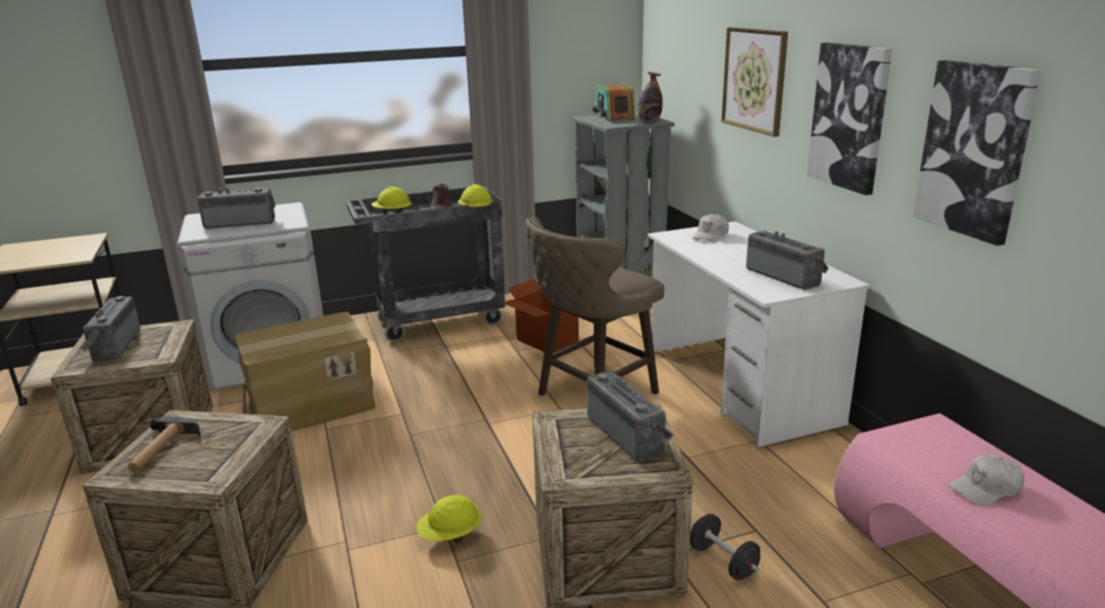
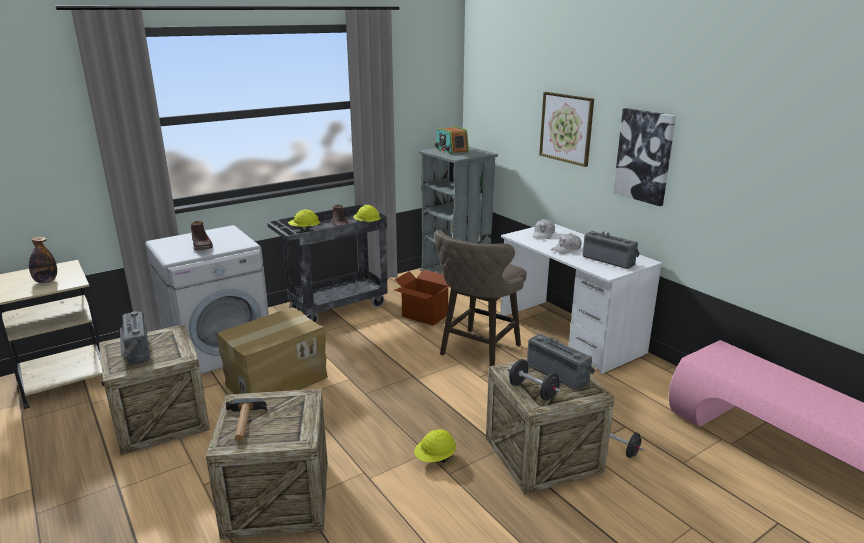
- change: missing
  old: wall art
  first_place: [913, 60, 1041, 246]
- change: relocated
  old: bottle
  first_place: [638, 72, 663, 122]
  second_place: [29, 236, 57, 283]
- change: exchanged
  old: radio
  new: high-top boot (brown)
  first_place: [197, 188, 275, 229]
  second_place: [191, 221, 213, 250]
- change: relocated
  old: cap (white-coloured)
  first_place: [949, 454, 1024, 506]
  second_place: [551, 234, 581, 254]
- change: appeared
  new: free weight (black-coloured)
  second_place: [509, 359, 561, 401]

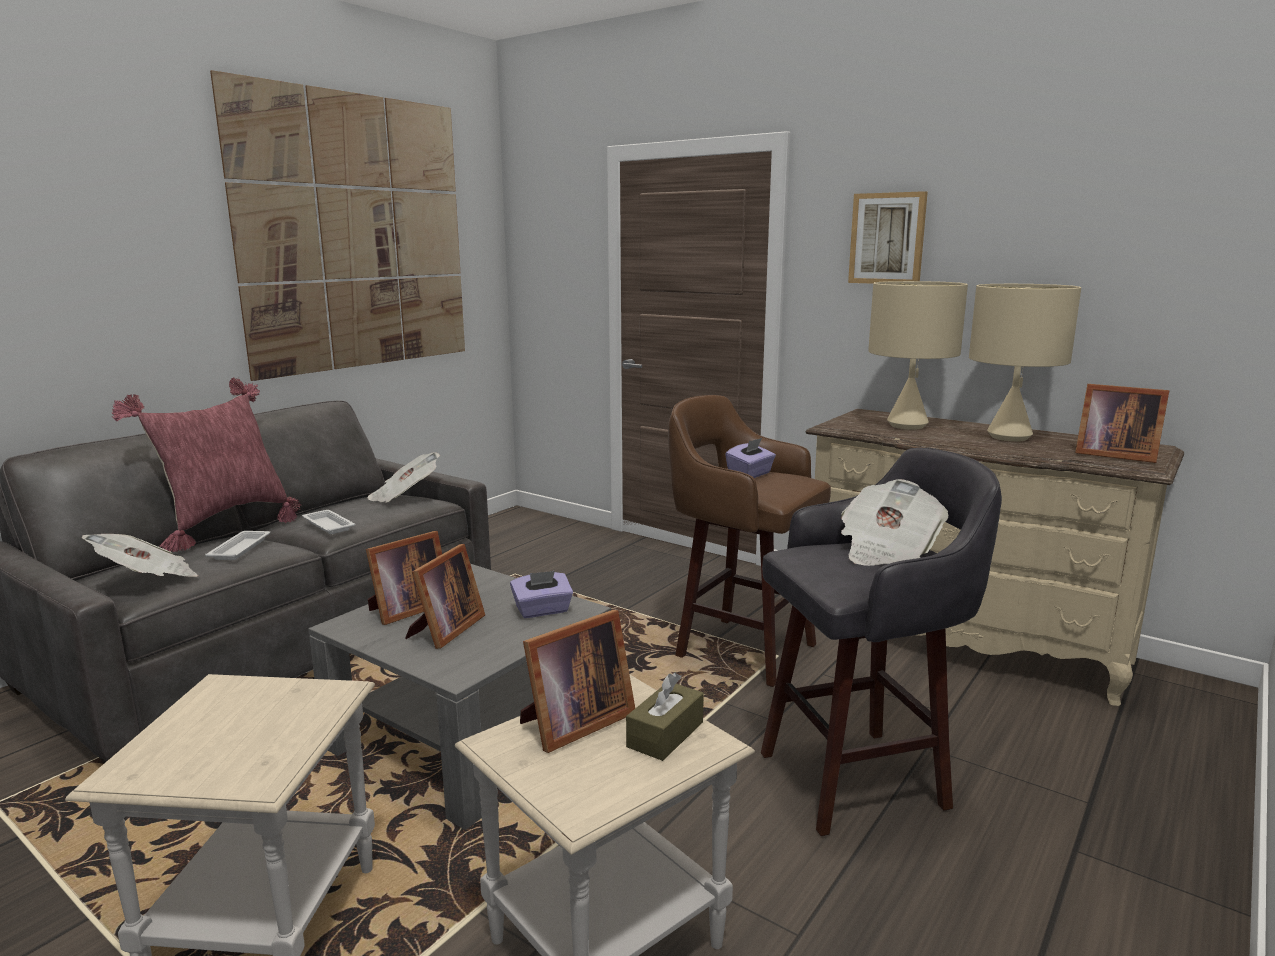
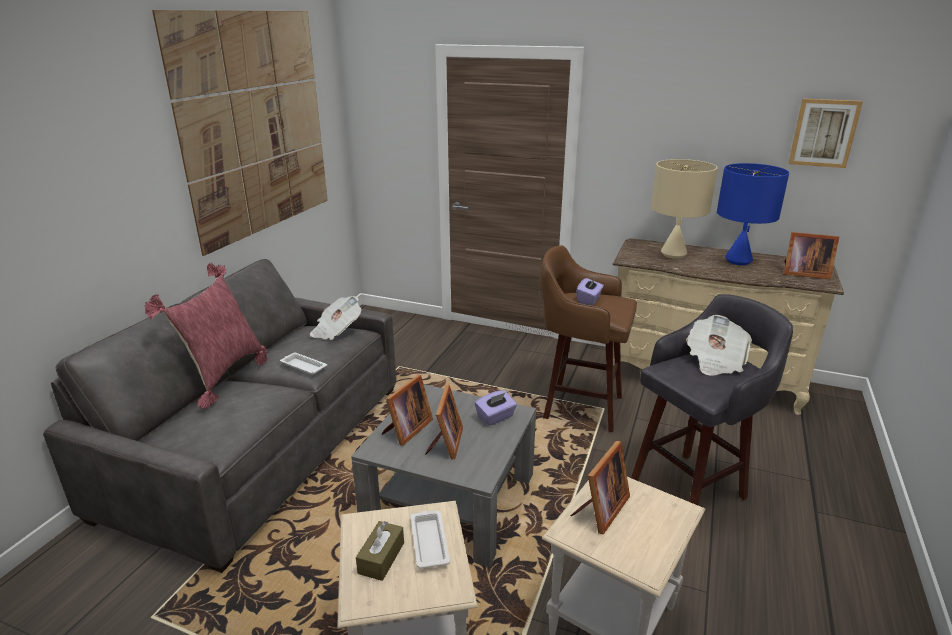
- change: relocated
  old: wall art
  first_place: [848, 191, 928, 284]
  second_place: [789, 99, 863, 168]
- change: colour
  old: tabletop lamp (beige)
  new: tabletop lamp (blue-coloured)
  first_place: [969, 284, 1081, 442]
  second_place: [717, 163, 789, 265]
- change: relocated
  old: carrying tray (white-coloured)
  first_place: [205, 531, 270, 560]
  second_place: [411, 510, 450, 569]
- change: missing
  old: newspaper
  first_place: [82, 534, 198, 577]
- change: relocated
  old: tissue box (brown)
  first_place: [626, 672, 704, 761]
  second_place: [356, 521, 404, 581]

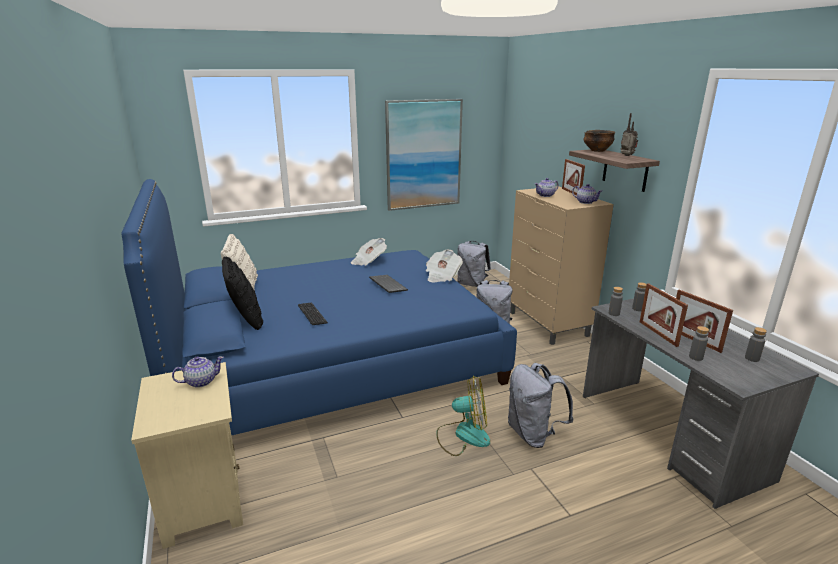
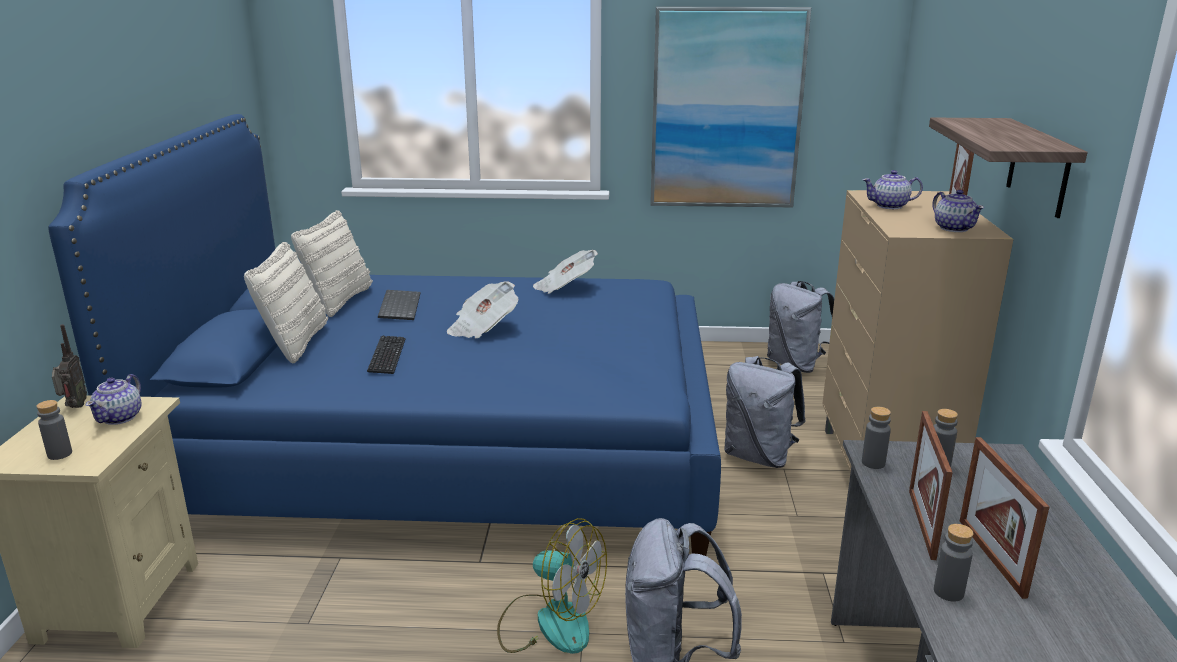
- change: relocated
  old: radio
  first_place: [621, 113, 638, 156]
  second_place: [52, 324, 87, 408]
- change: missing
  old: serving bowl
  first_place: [583, 130, 616, 152]
- change: relocated
  old: newspaper
  first_place: [426, 249, 463, 282]
  second_place: [447, 281, 518, 338]
- change: colour
  old: pillow (black-coloured)
  new: pillow (beige)
  first_place: [222, 257, 263, 330]
  second_place: [244, 242, 328, 363]
- change: relocated
  old: computer keyboard
  first_place: [369, 275, 408, 293]
  second_place: [378, 290, 420, 320]
- change: relocated
  old: bottle (gray)
  first_place: [745, 327, 767, 362]
  second_place: [36, 400, 72, 460]
- change: spun
  old: tea pot
  first_place: [172, 356, 224, 388]
  second_place: [86, 374, 142, 425]
  degrees: 105

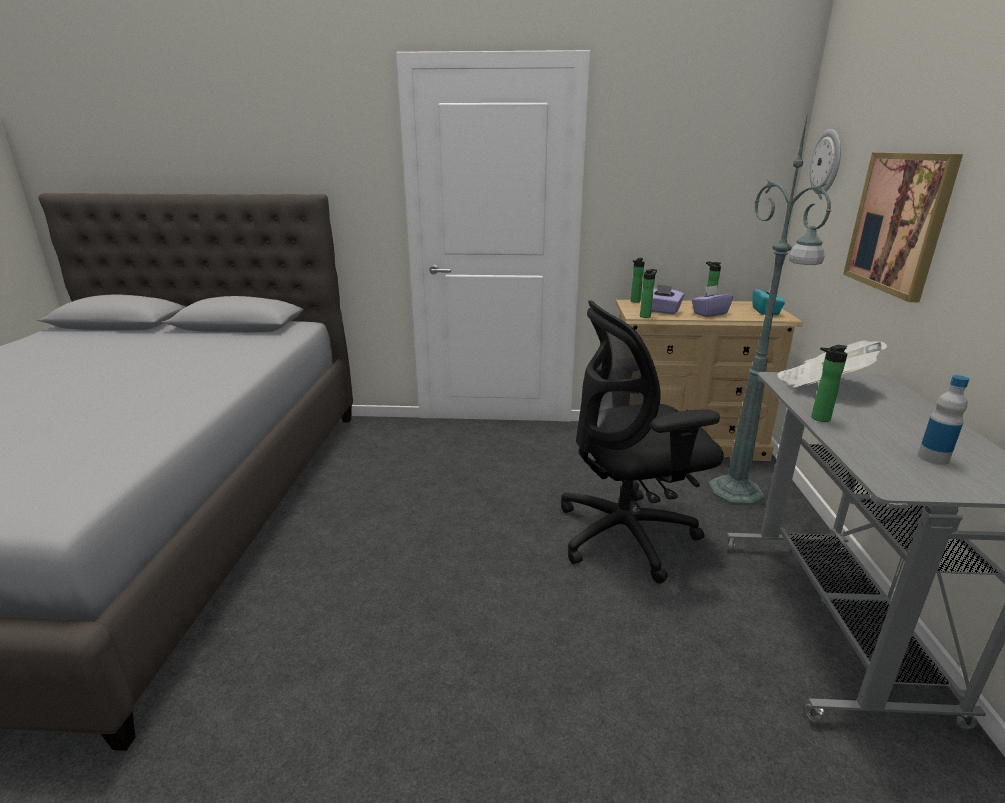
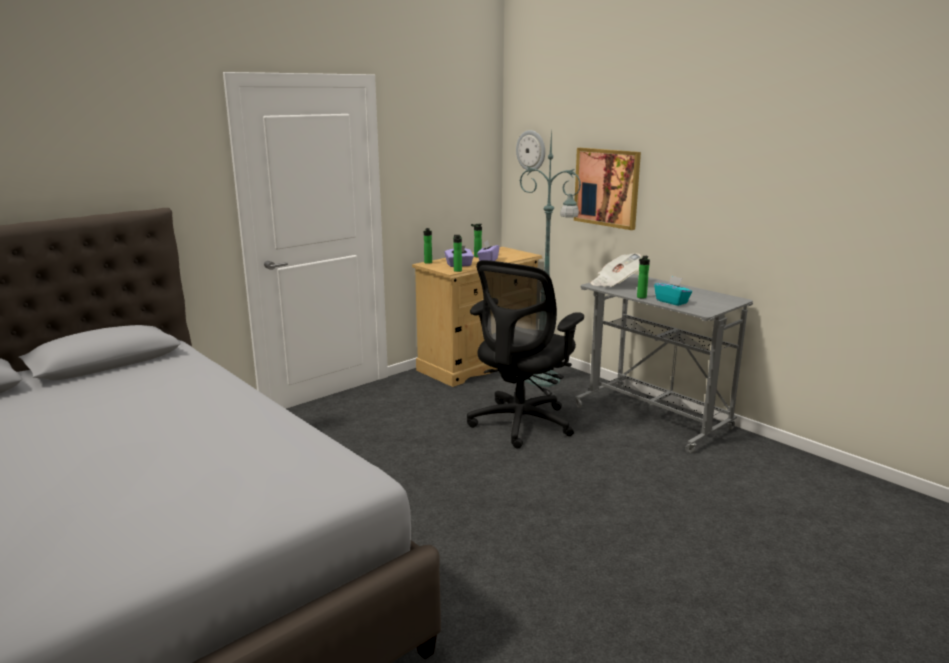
- change: relocated
  old: tissue box (turquoise-coloured)
  first_place: [752, 287, 785, 315]
  second_place: [654, 276, 692, 306]
- change: missing
  old: bottle
  first_place: [918, 375, 969, 465]

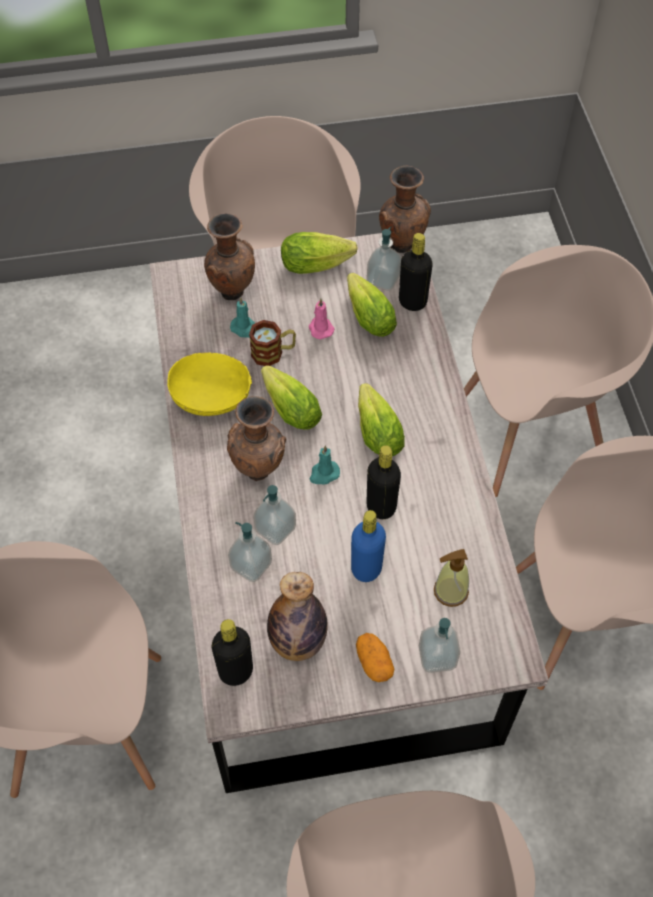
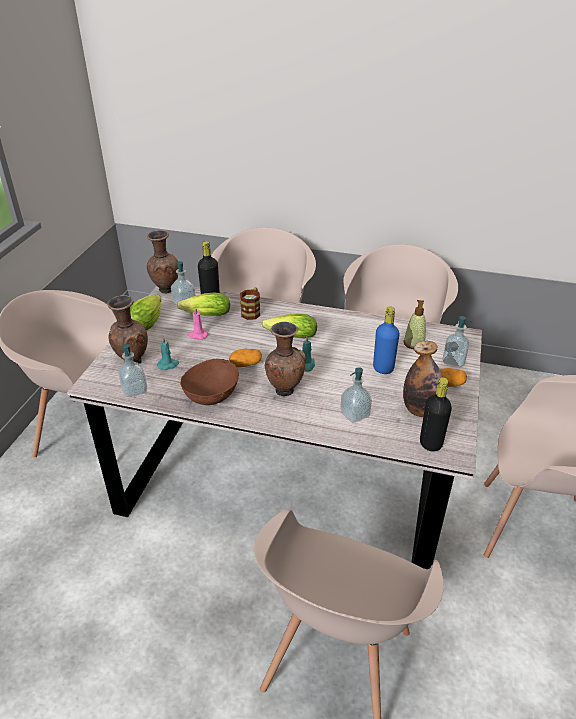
- change: relocated
  old: mug
  first_place: [249, 320, 296, 366]
  second_place: [240, 288, 260, 320]
- change: colour
  old: serving bowl (yellow)
  new: serving bowl (brown)
  first_place: [167, 352, 252, 416]
  second_place: [180, 358, 239, 405]
- change: exchanged
  old: head of lettuce
  new: spud
  first_place: [261, 365, 322, 430]
  second_place: [229, 349, 262, 367]
- change: missing
  old: bottle (black-coloured)
  first_place: [366, 445, 401, 519]
- change: relocated
  old: liquid soap bottle
  first_place: [253, 485, 296, 545]
  second_place: [118, 344, 147, 397]

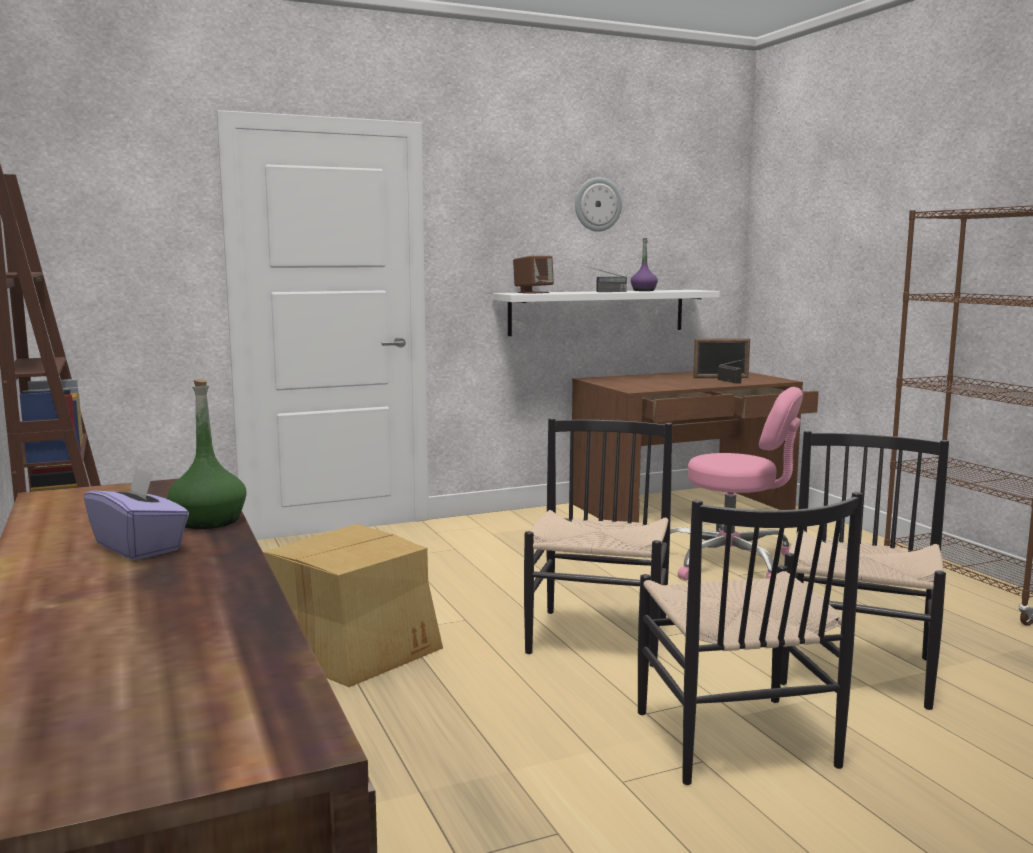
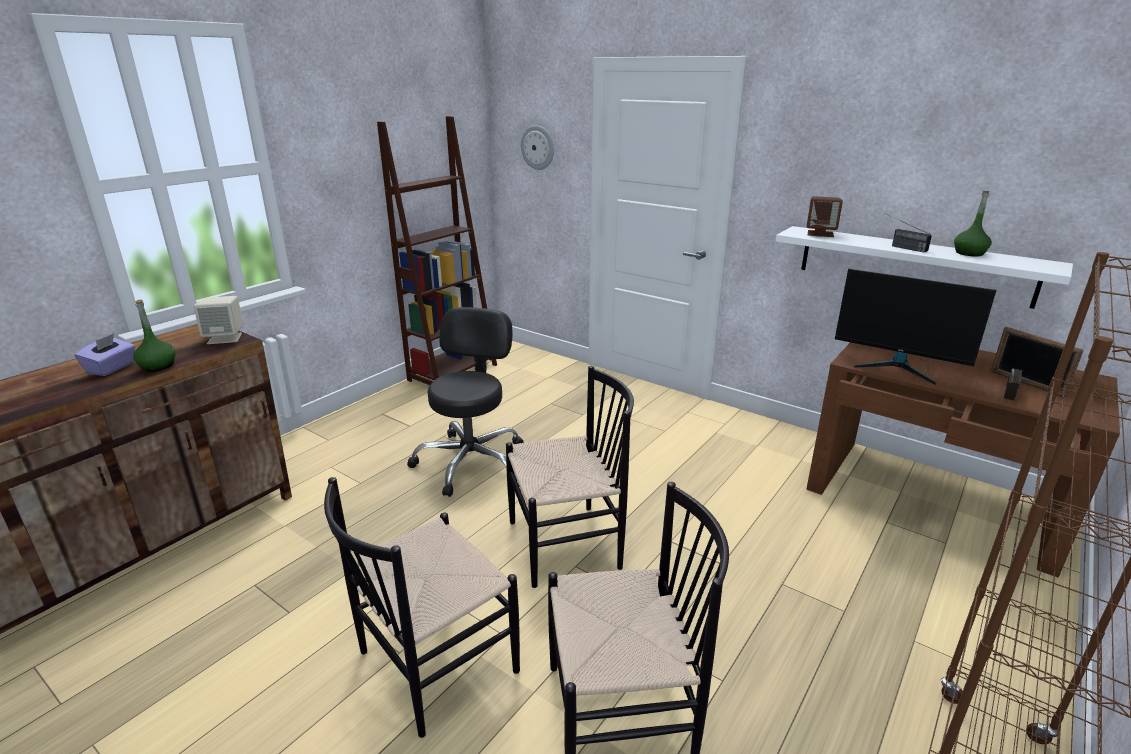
- change: relocated
  old: wall clock
  first_place: [575, 177, 622, 232]
  second_place: [521, 125, 554, 170]
- change: colour
  old: bottle (purplish)
  new: bottle (greenish)
  first_place: [631, 238, 658, 291]
  second_place: [954, 191, 992, 256]
- change: missing
  old: office chair (pink)
  first_place: [670, 387, 803, 581]
- change: exchanged
  old: cardboard box
  new: office chair (black-coloured)
  first_place: [263, 524, 443, 687]
  second_place: [407, 307, 524, 497]
- change: appeared
  new: computer display
  second_place: [835, 269, 996, 385]
- change: appeared
  new: loudspeaker (beige)
  second_place: [194, 296, 243, 344]

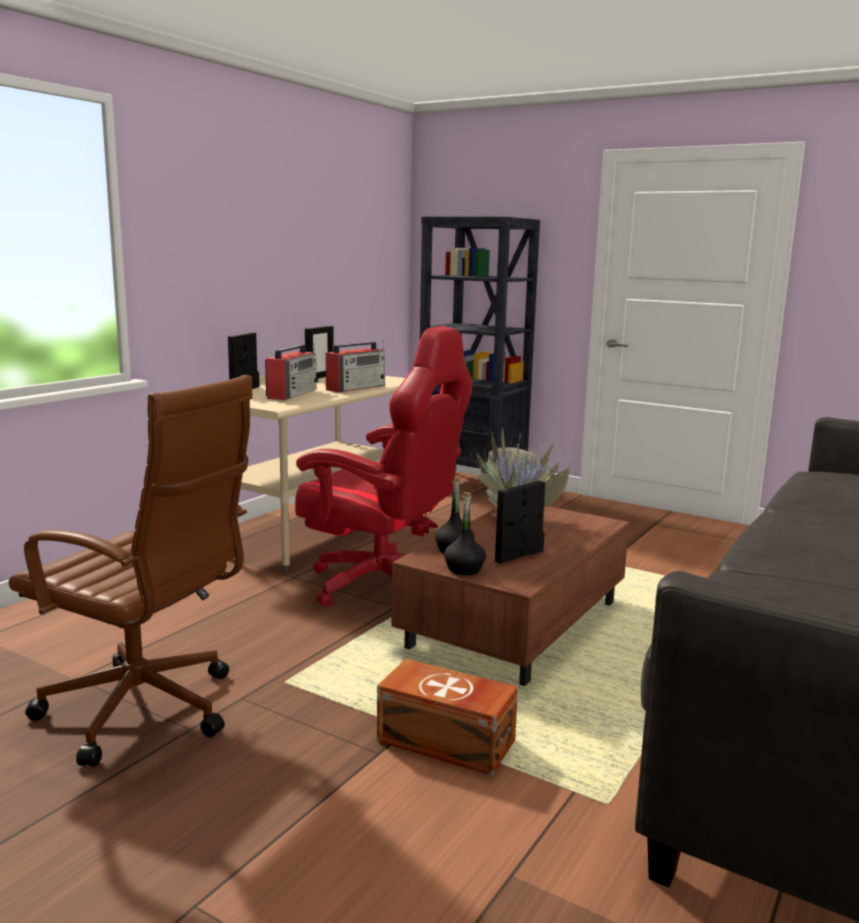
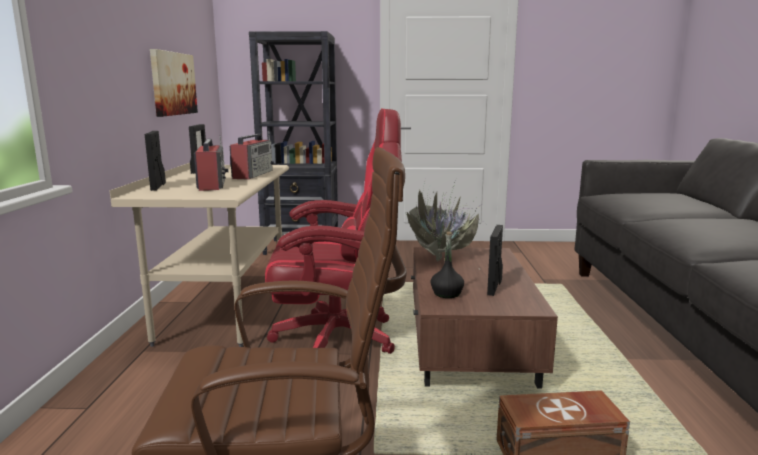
- change: missing
  old: bottle (black-coloured)
  first_place: [444, 492, 486, 575]
- change: appeared
  new: wall art
  second_place: [150, 49, 198, 117]

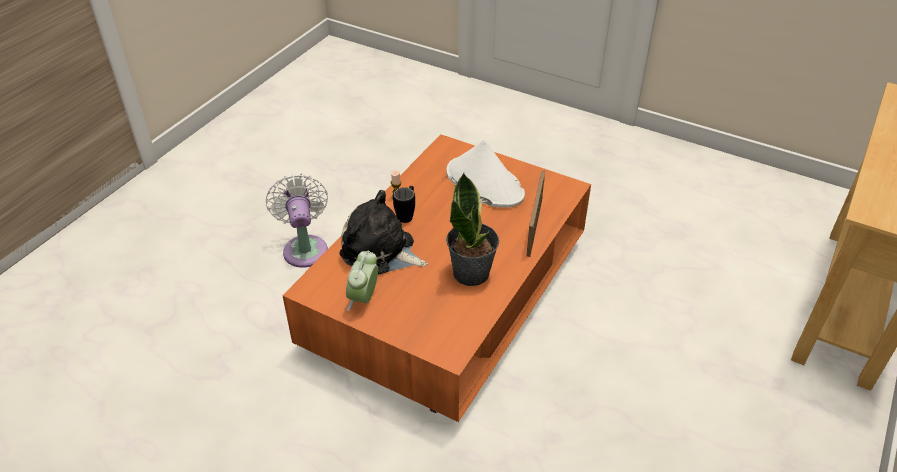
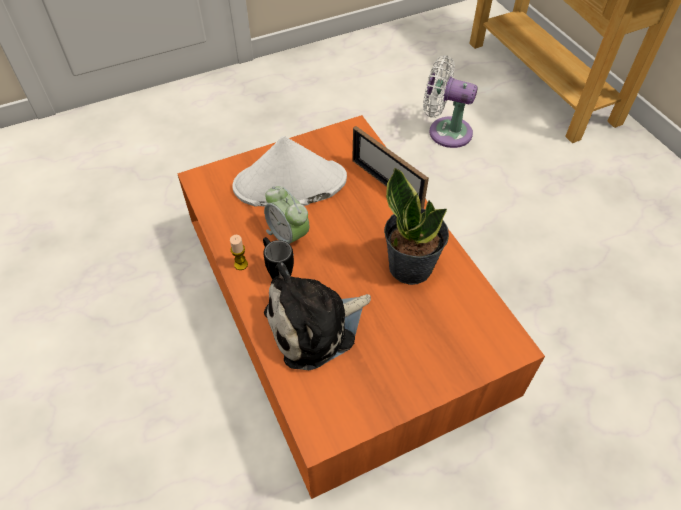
- change: relocated
  old: fan (white-coloured)
  first_place: [266, 174, 328, 268]
  second_place: [423, 55, 478, 148]
- change: relocated
  old: alarm clock
  first_place: [346, 251, 378, 311]
  second_place: [264, 186, 309, 256]

